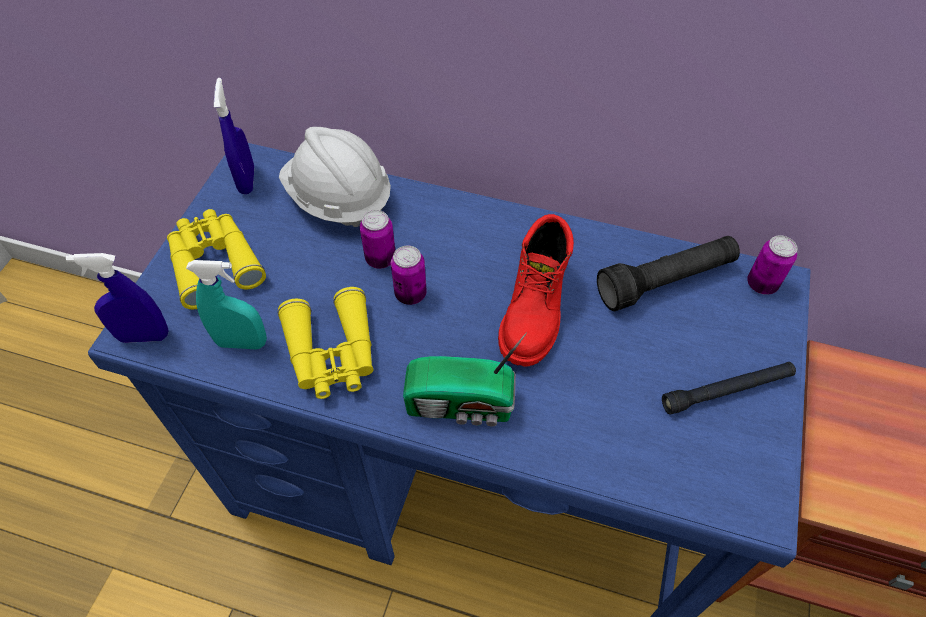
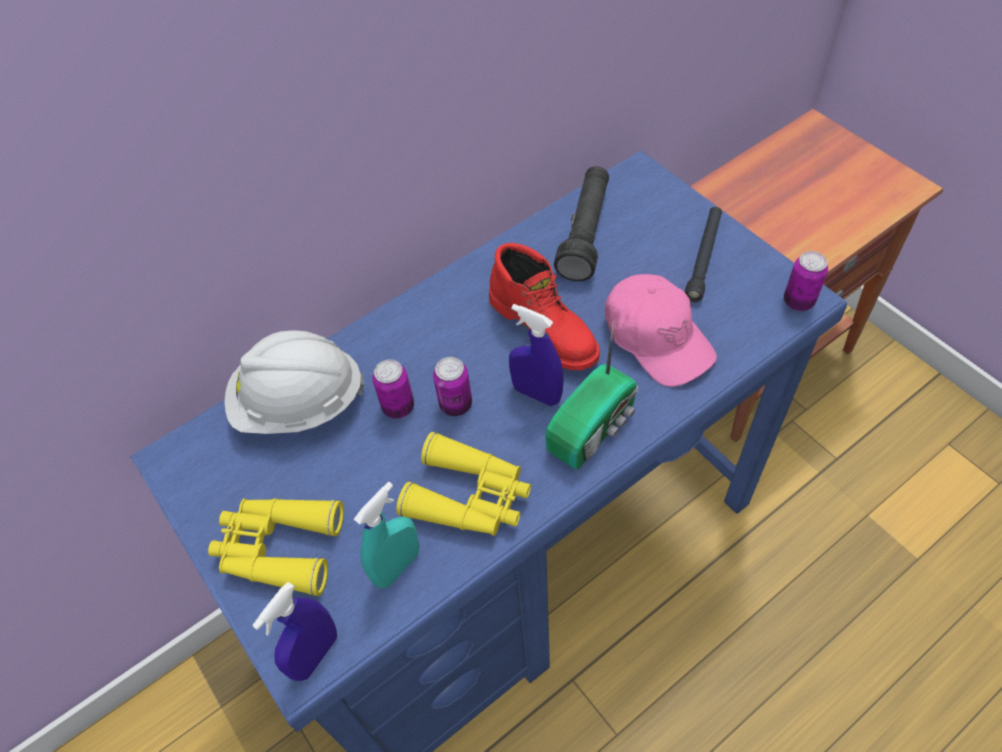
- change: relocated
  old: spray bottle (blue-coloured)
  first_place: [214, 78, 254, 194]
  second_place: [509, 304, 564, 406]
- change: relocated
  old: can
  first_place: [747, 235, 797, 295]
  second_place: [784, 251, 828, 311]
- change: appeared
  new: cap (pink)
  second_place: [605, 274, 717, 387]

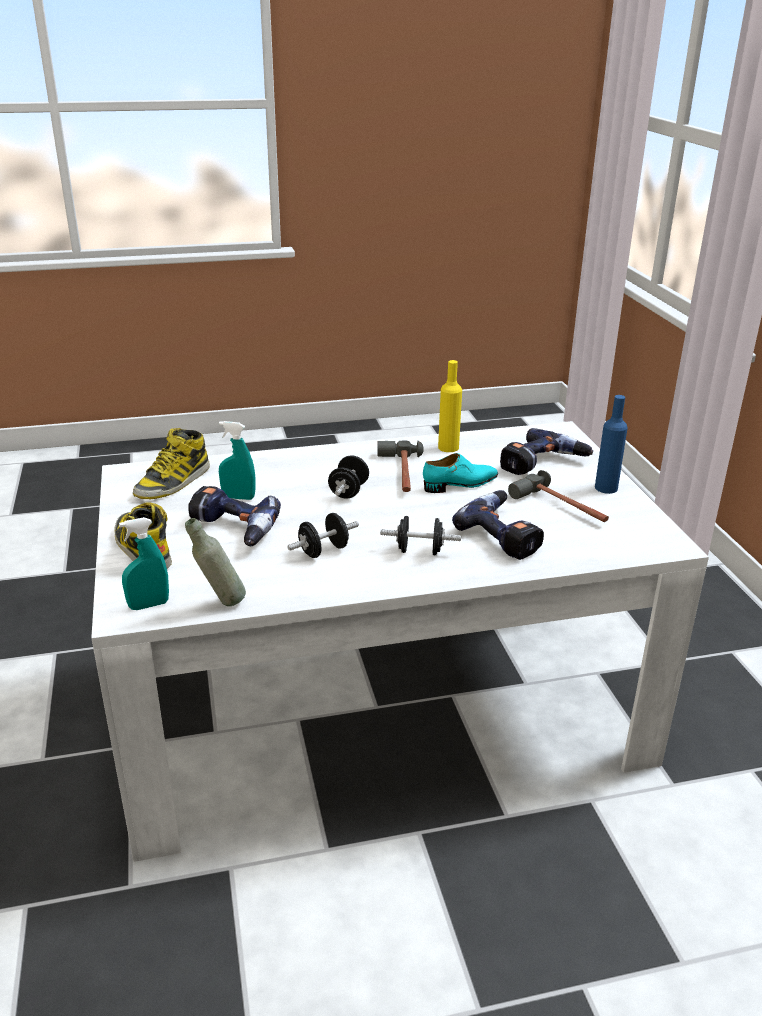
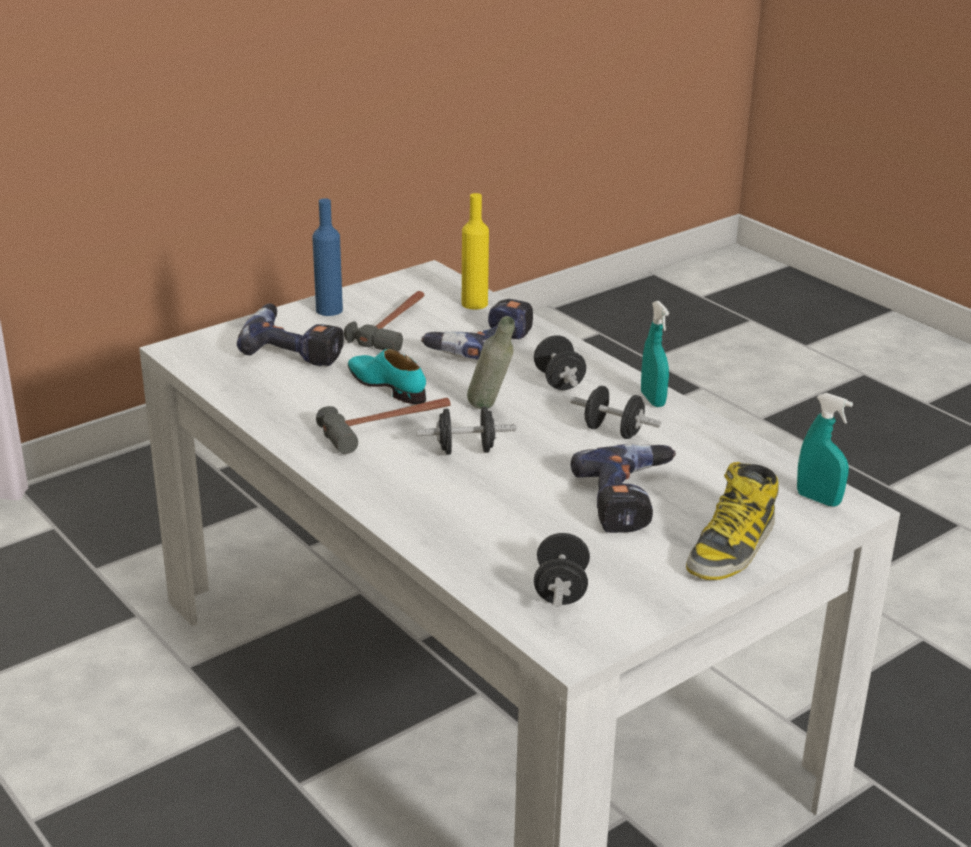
- change: relocated
  old: bottle (yellow)
  first_place: [438, 360, 462, 452]
  second_place: [462, 193, 489, 310]
- change: relocated
  old: spray bottle (turquoise-coloured)
  first_place: [219, 421, 256, 500]
  second_place: [641, 301, 669, 407]
- change: exchanged
  old: high-top boot
  new: free weight (black-coloured)
  first_place: [133, 428, 210, 499]
  second_place: [534, 533, 590, 607]
- change: relocated
  old: bottle (gray)
  first_place: [185, 518, 246, 606]
  second_place: [467, 316, 515, 409]

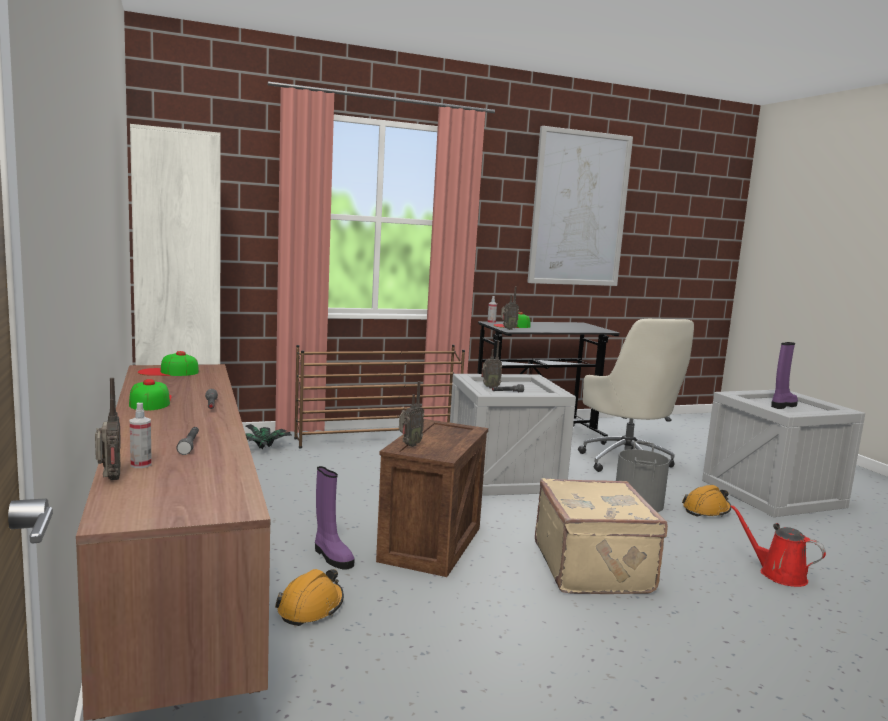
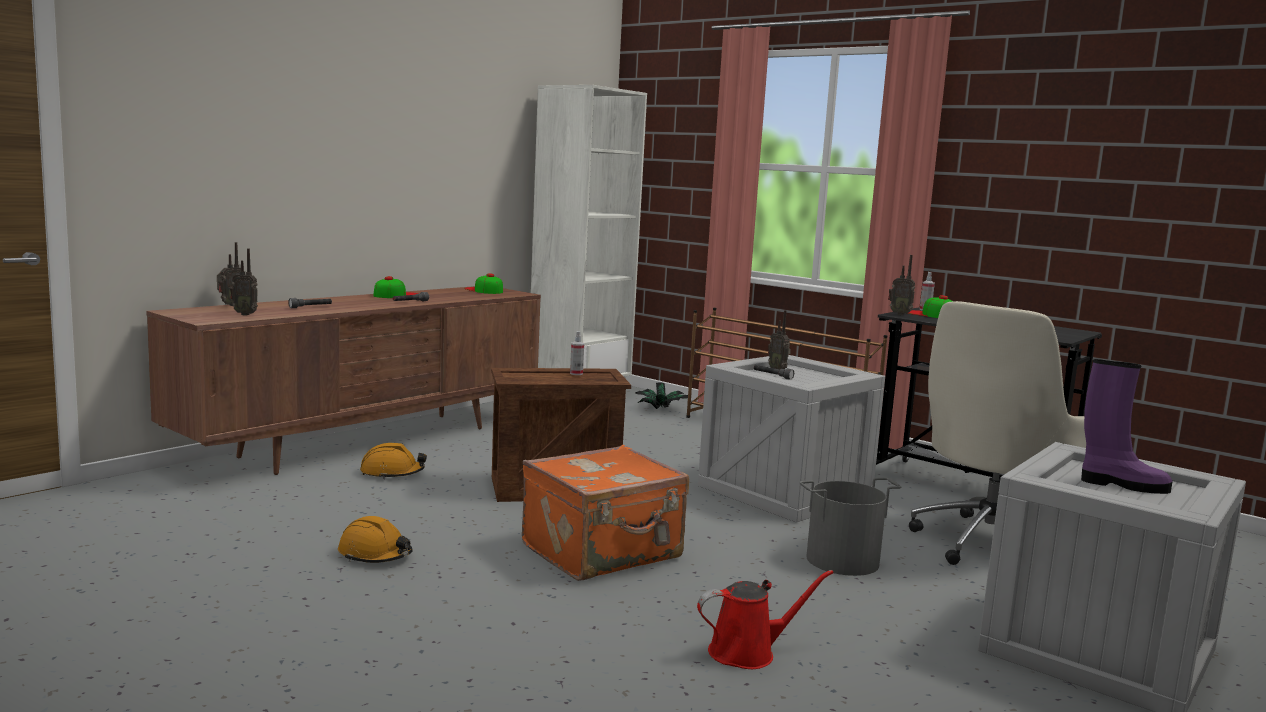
- change: missing
  old: wall art
  first_place: [527, 126, 633, 286]
- change: relocated
  old: radio
  first_place: [399, 381, 424, 447]
  second_place: [230, 249, 258, 316]
- change: relocated
  old: spray bottle
  first_place: [130, 403, 152, 468]
  second_place: [570, 331, 584, 375]
- change: missing
  old: high-top boot (purplish)
  first_place: [315, 466, 355, 569]
- change: colour
  old: travel case (beige)
  new: travel case (orange)
  first_place: [535, 478, 668, 594]
  second_place: [522, 445, 689, 581]
- change: relocated
  old: work helmet (orange)
  first_place: [682, 485, 731, 517]
  second_place: [338, 516, 413, 563]
- change: spun
  old: watering can (reddish)
  first_place: [730, 505, 826, 587]
  second_place: [697, 570, 833, 669]
  degrees: 60

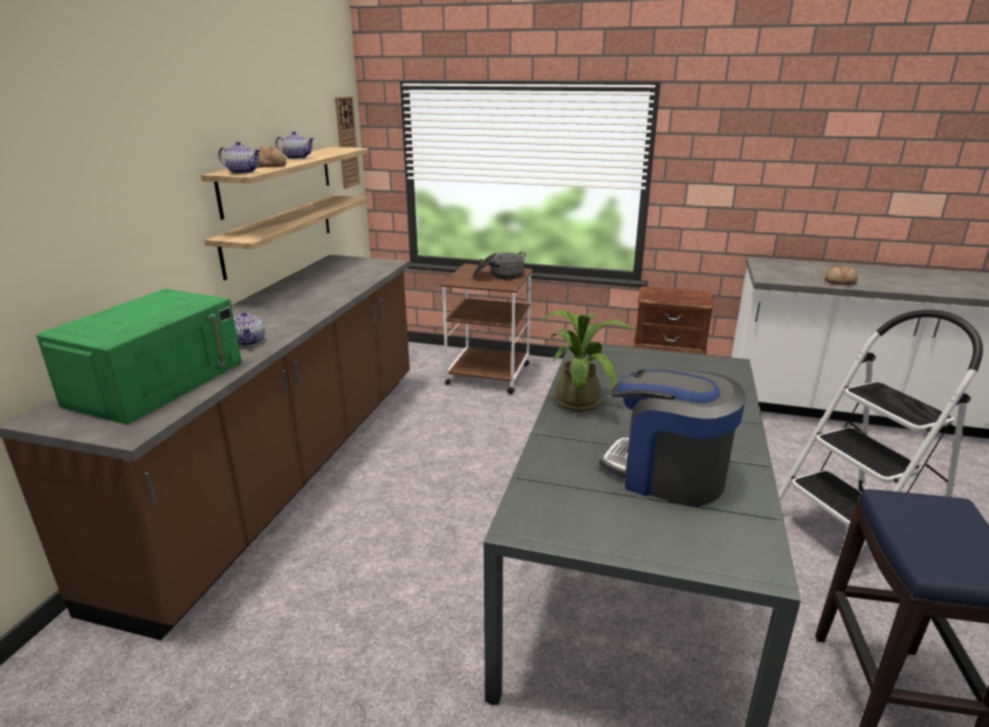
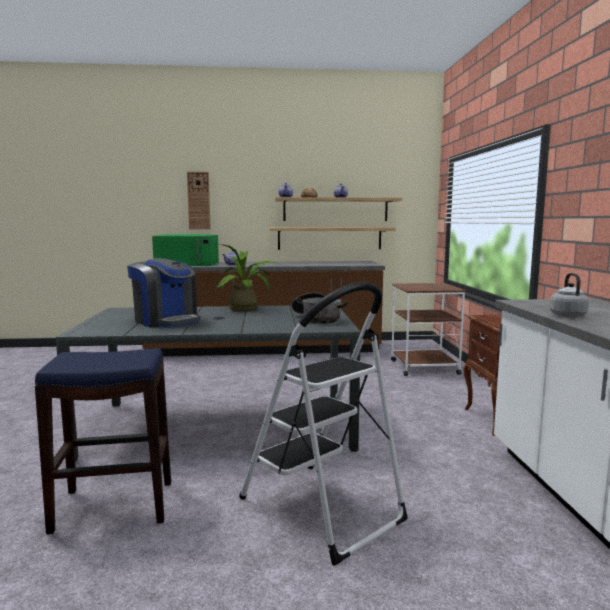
- change: relocated
  old: wall clock
  first_place: [335, 96, 360, 189]
  second_place: [187, 172, 211, 230]
- change: relocated
  old: stockpot
  first_place: [472, 252, 525, 280]
  second_place: [292, 293, 348, 324]
- change: exchanged
  old: bakery bread
  new: water kettle (gray)
  first_place: [825, 265, 858, 285]
  second_place: [550, 273, 589, 317]
- change: spun
  old: coffee brewer
  first_place: [599, 370, 746, 506]
  second_place: [127, 258, 200, 327]
  degrees: 120

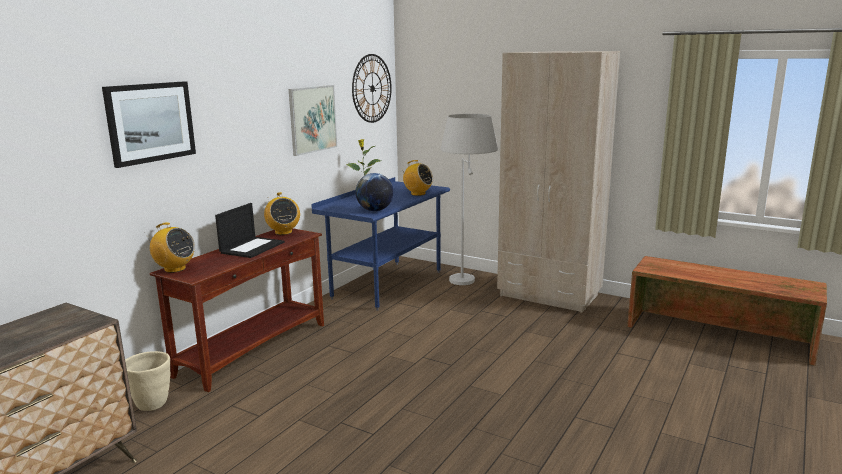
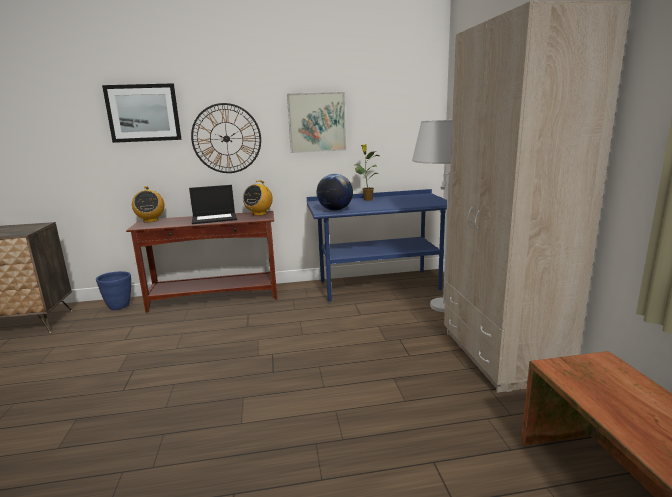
- change: relocated
  old: wall clock
  first_place: [352, 54, 392, 123]
  second_place: [191, 103, 261, 173]
- change: missing
  old: radio
  first_place: [400, 160, 433, 196]
- change: colour
  old: plant pot (beige)
  new: plant pot (blue-coloured)
  first_place: [125, 351, 170, 411]
  second_place: [96, 271, 131, 310]

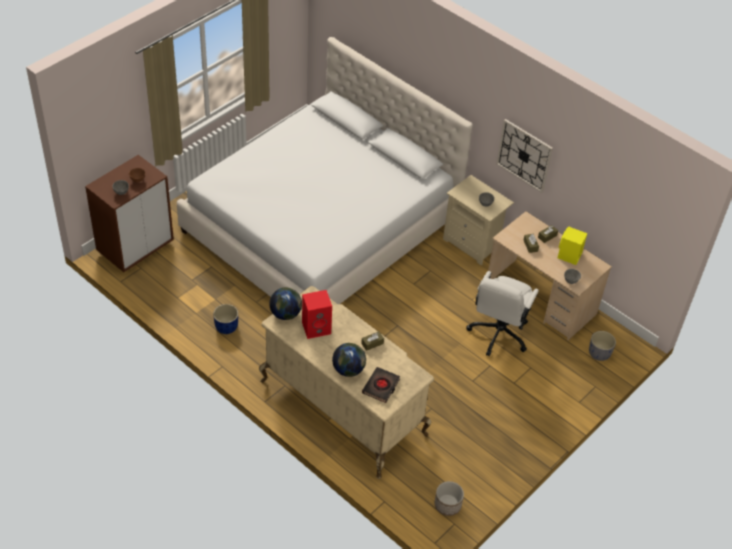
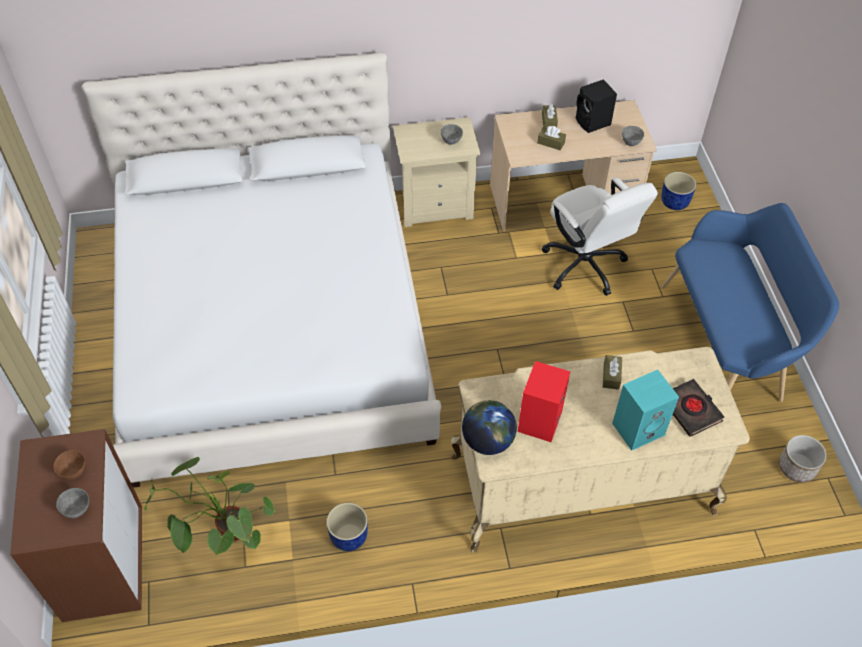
- change: missing
  old: wall clock
  first_place: [496, 119, 553, 193]
- change: colour
  old: loudspeaker (yellow)
  new: loudspeaker (black-coloured)
  first_place: [558, 227, 587, 265]
  second_place: [576, 79, 617, 133]
- change: colour
  old: plant pot (gray)
  new: plant pot (blue-coloured)
  first_place: [589, 331, 616, 361]
  second_place: [661, 172, 696, 210]
- change: exchanged
  old: desk globe
  new: loudspeaker (turquoise-coloured)
  first_place: [332, 343, 366, 377]
  second_place: [612, 370, 679, 451]
- change: appeared
  new: bench (blue-coloured)
  second_place: [661, 203, 839, 402]
- change: appeared
  new: houseplant
  second_place: [144, 457, 275, 556]

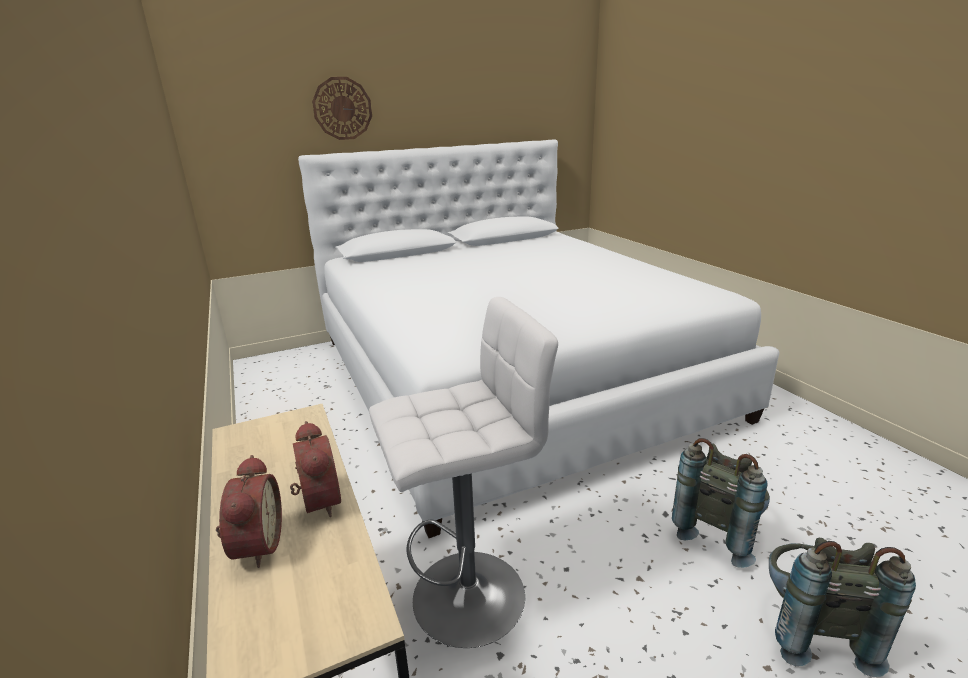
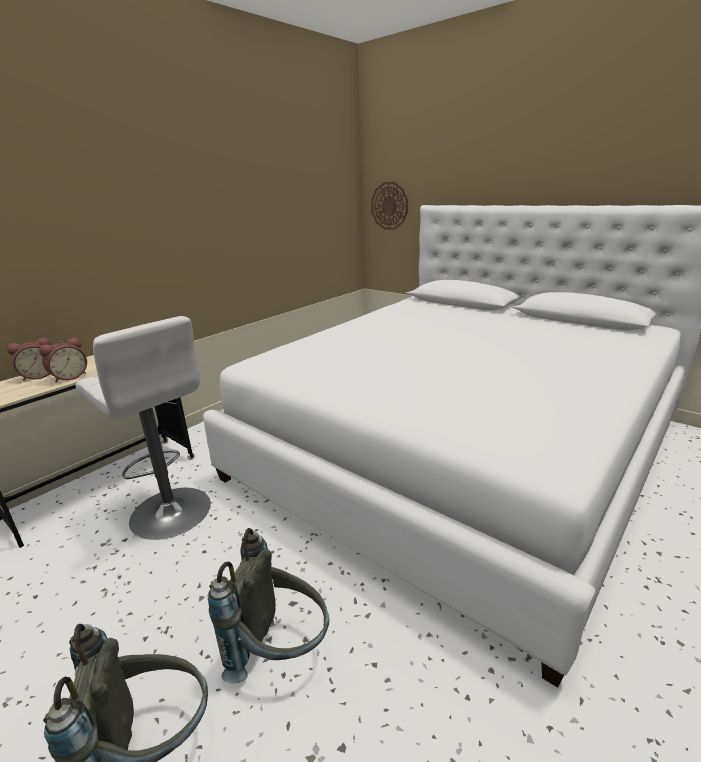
- change: relocated
  old: wall clock
  first_place: [312, 77, 372, 140]
  second_place: [371, 182, 408, 230]

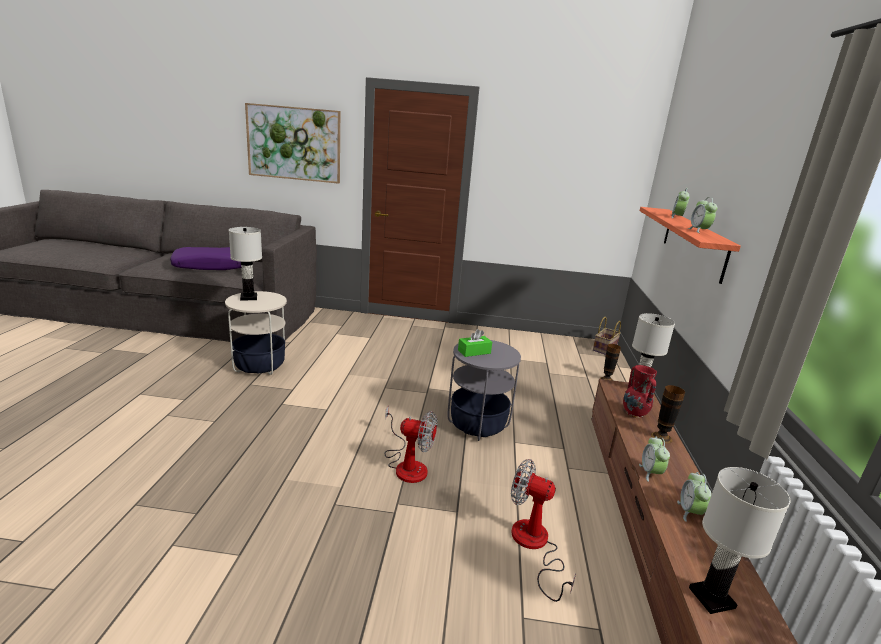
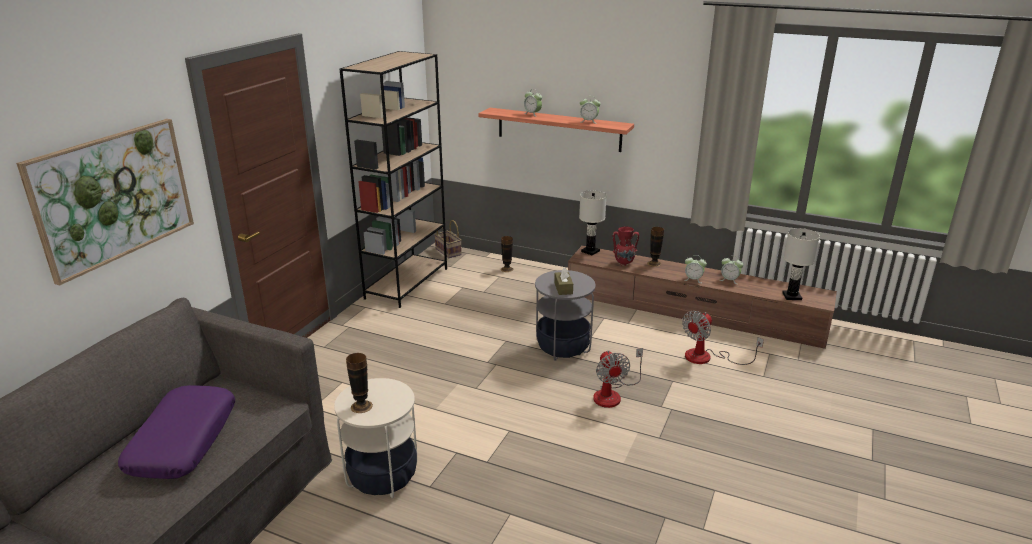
- change: exchanged
  old: tabletop lamp (white-coloured)
  new: flower vase
  first_place: [229, 227, 262, 301]
  second_place: [346, 353, 373, 413]
- change: colour
  old: tissue box (greenish)
  new: tissue box (brown)
  first_place: [458, 329, 492, 357]
  second_place: [554, 268, 573, 295]
- change: spun
  old: fan
  first_place: [384, 406, 438, 483]
  second_place: [593, 348, 643, 408]
  degrees: 135
- change: appeared
  new: bookcase (beige)
  second_place: [340, 51, 447, 308]

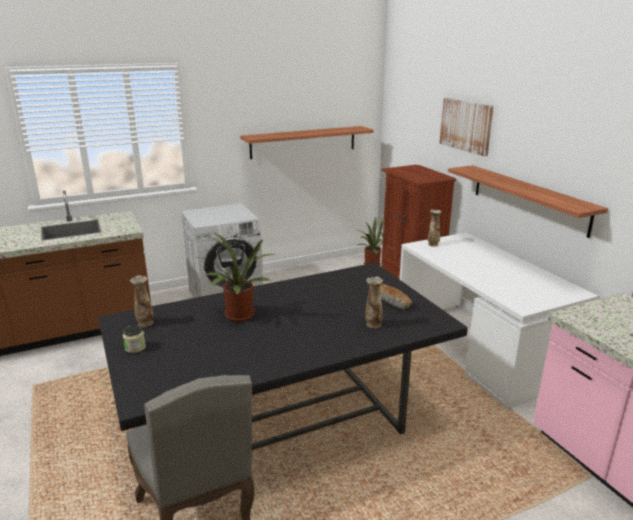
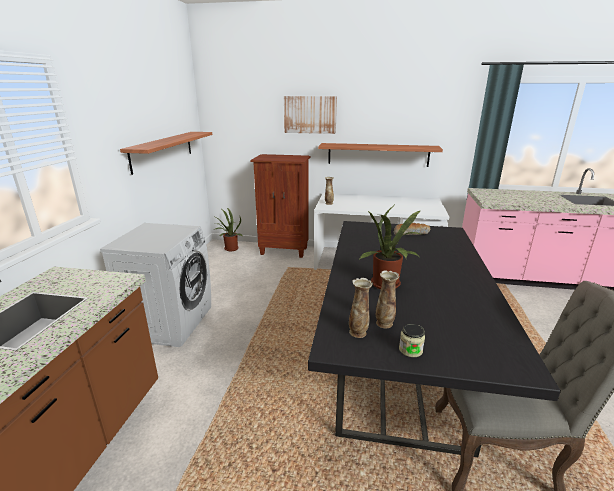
- change: relocated
  old: flower vase
  first_place: [365, 277, 383, 328]
  second_place: [376, 270, 399, 328]

